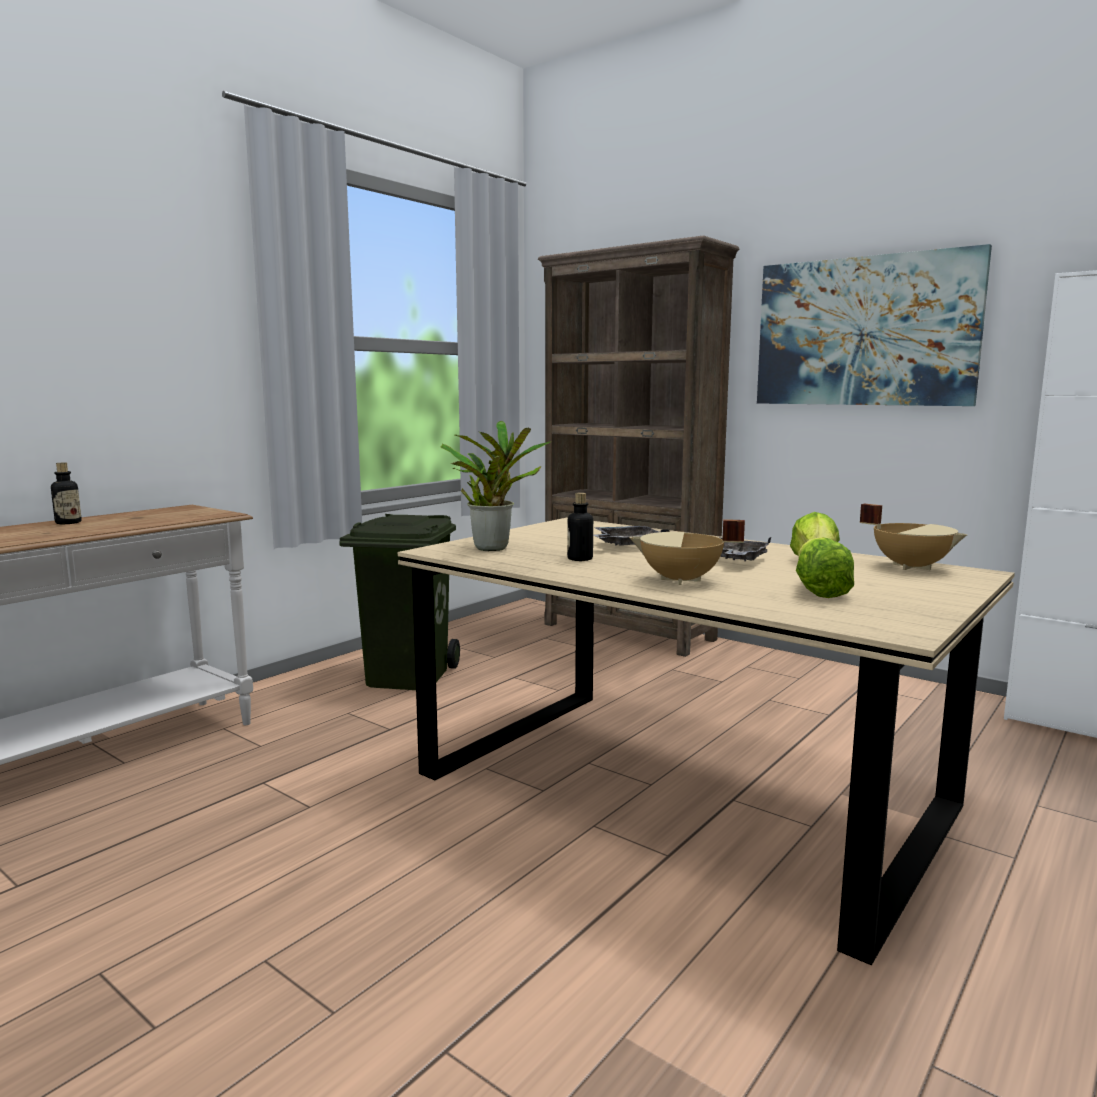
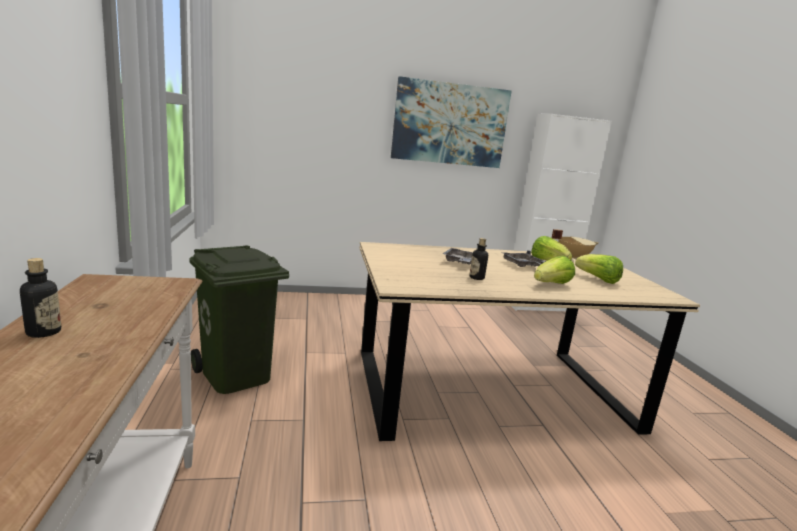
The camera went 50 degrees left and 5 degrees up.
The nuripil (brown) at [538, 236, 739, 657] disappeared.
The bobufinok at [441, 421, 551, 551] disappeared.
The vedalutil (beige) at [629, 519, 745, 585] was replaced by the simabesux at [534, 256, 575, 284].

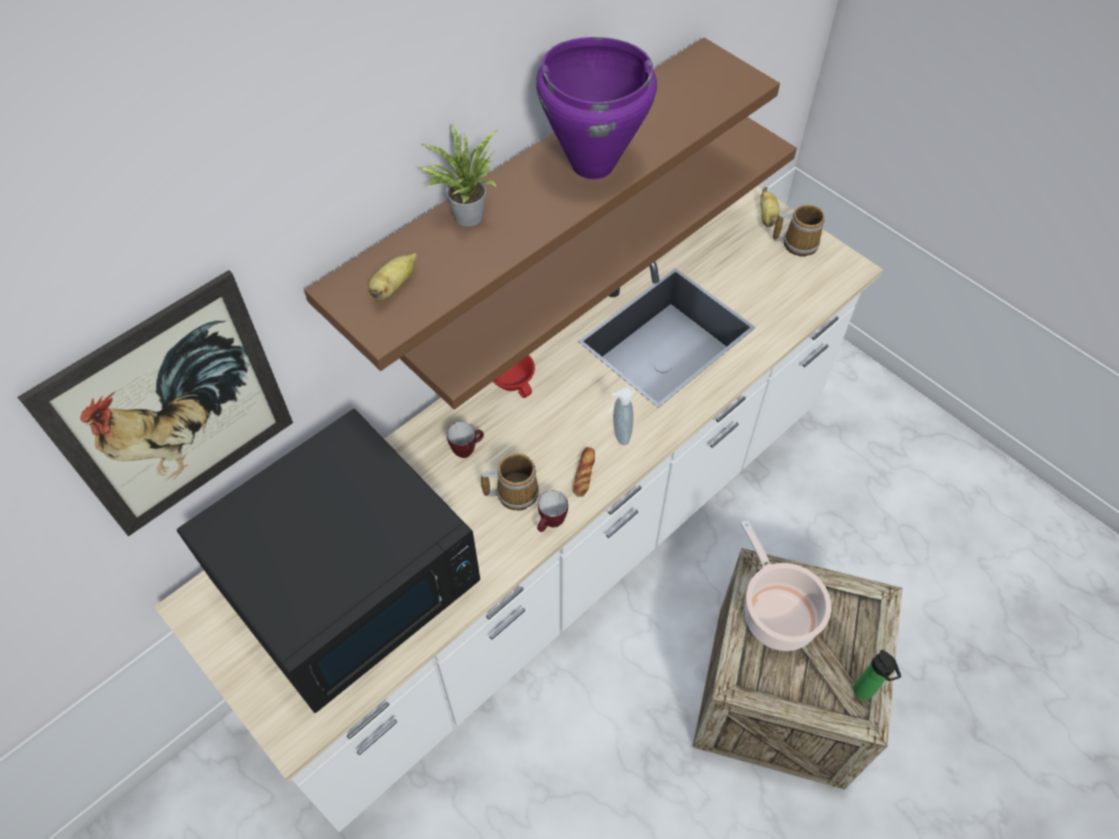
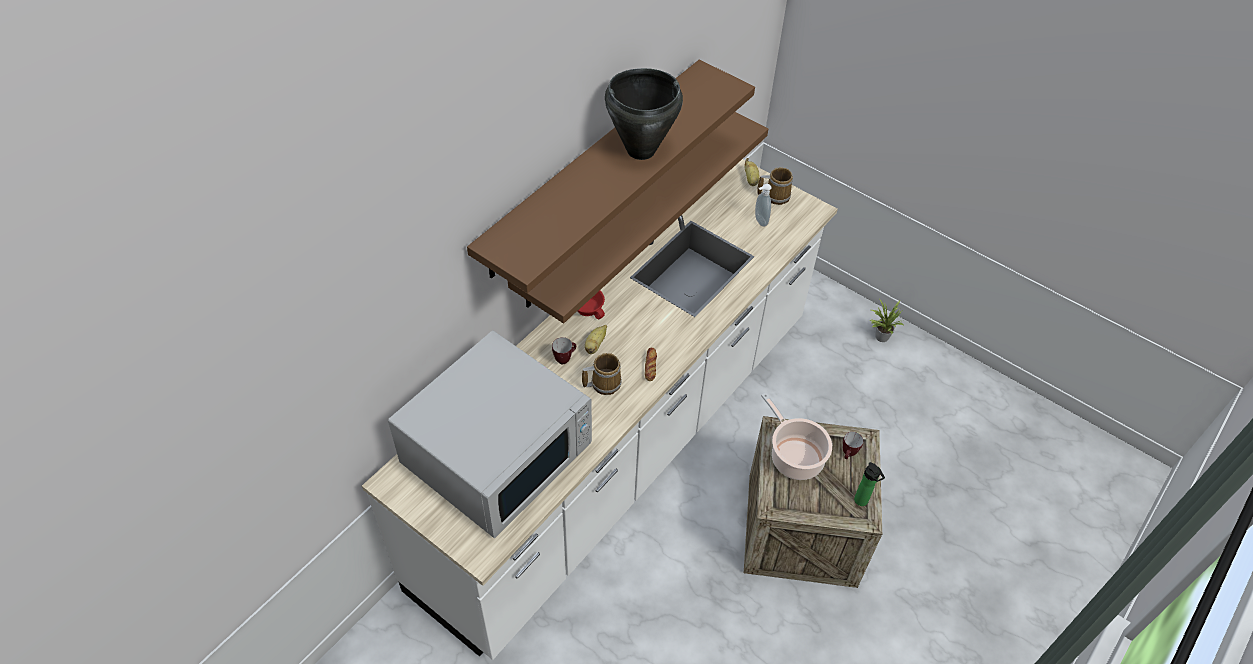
The camera went 10 degrees left and 5 degrees down.
The vedalutil (purple) at [536, 37, 657, 179] became the vedalutil (black) at [605, 68, 683, 160].
The bobufinok moved from [418, 124, 499, 227] to [869, 299, 903, 342].
The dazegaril moved from [369, 253, 417, 301] to [585, 325, 607, 354].
The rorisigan at [18, 270, 293, 536] disappeared.
The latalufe moved from [611, 387, 634, 445] to [755, 184, 771, 227].
The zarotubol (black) at [177, 409, 480, 713] became the zarotubol (white) at [388, 330, 592, 538].
The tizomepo moved from [537, 491, 568, 532] to [843, 432, 863, 459].

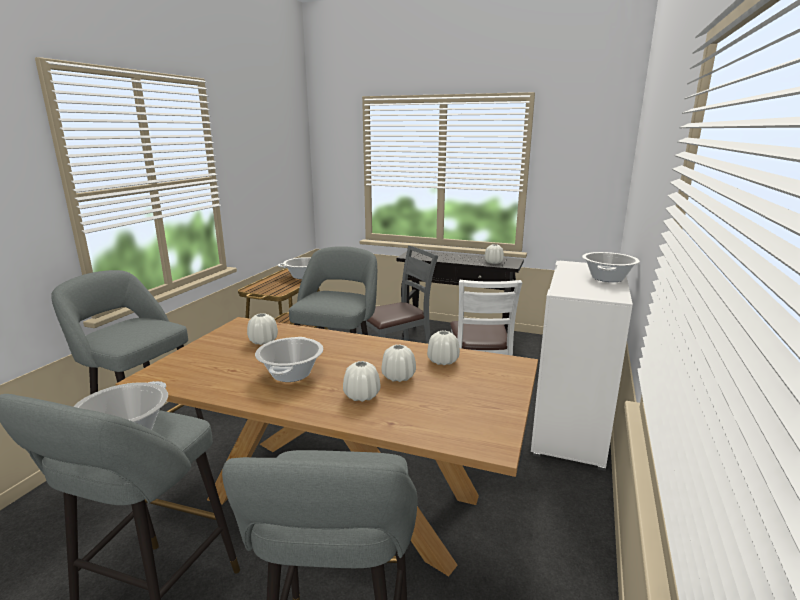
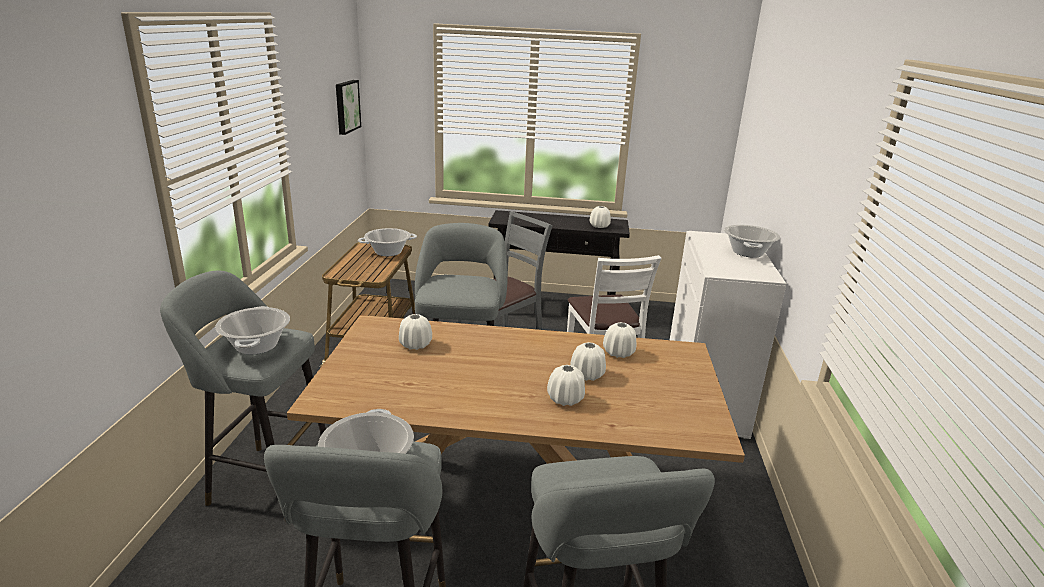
The camera went 15 degrees left and 5 degrees up.
The vedalutil moved from [255, 337, 323, 382] to [215, 306, 290, 355].
The rorisigan at [336, 80, 361, 135] appeared.

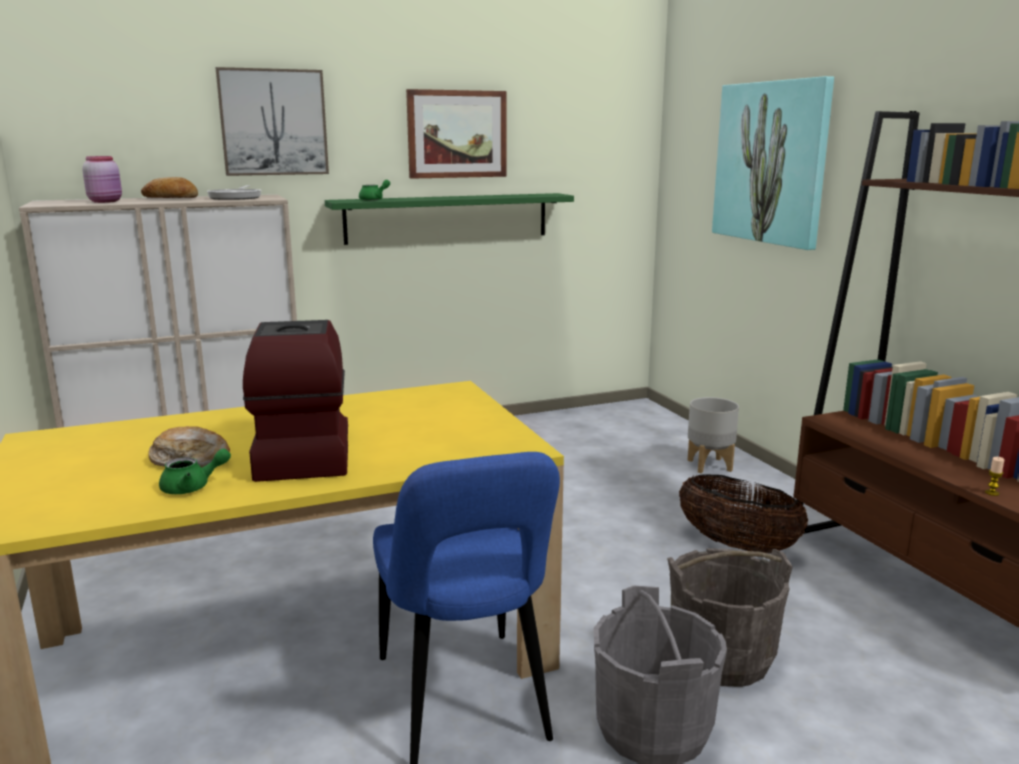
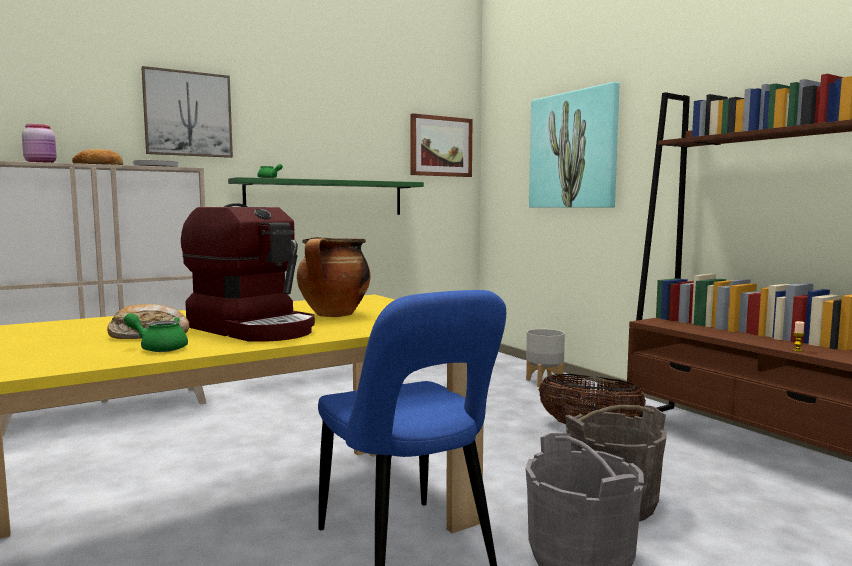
The camera went 10 degrees left and 10 degrees down.
The rorisigan moved from [406, 89, 507, 179] to [410, 113, 472, 177].
The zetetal at [243, 320, 348, 482] turned 150 degrees clockwise.
The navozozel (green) at [159, 449, 231, 494] turned 135 degrees counterclockwise.
The vedalutil at [297, 237, 370, 317] appeared.

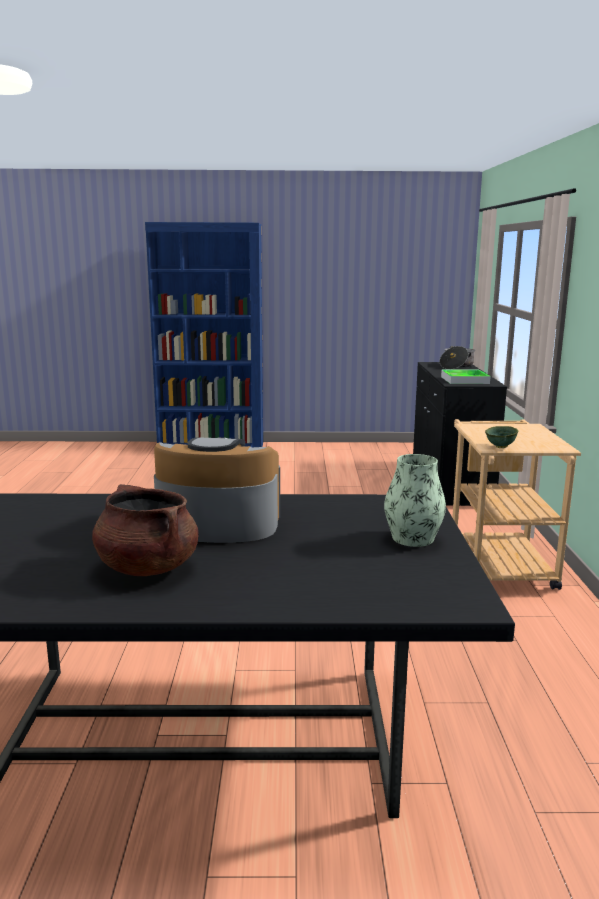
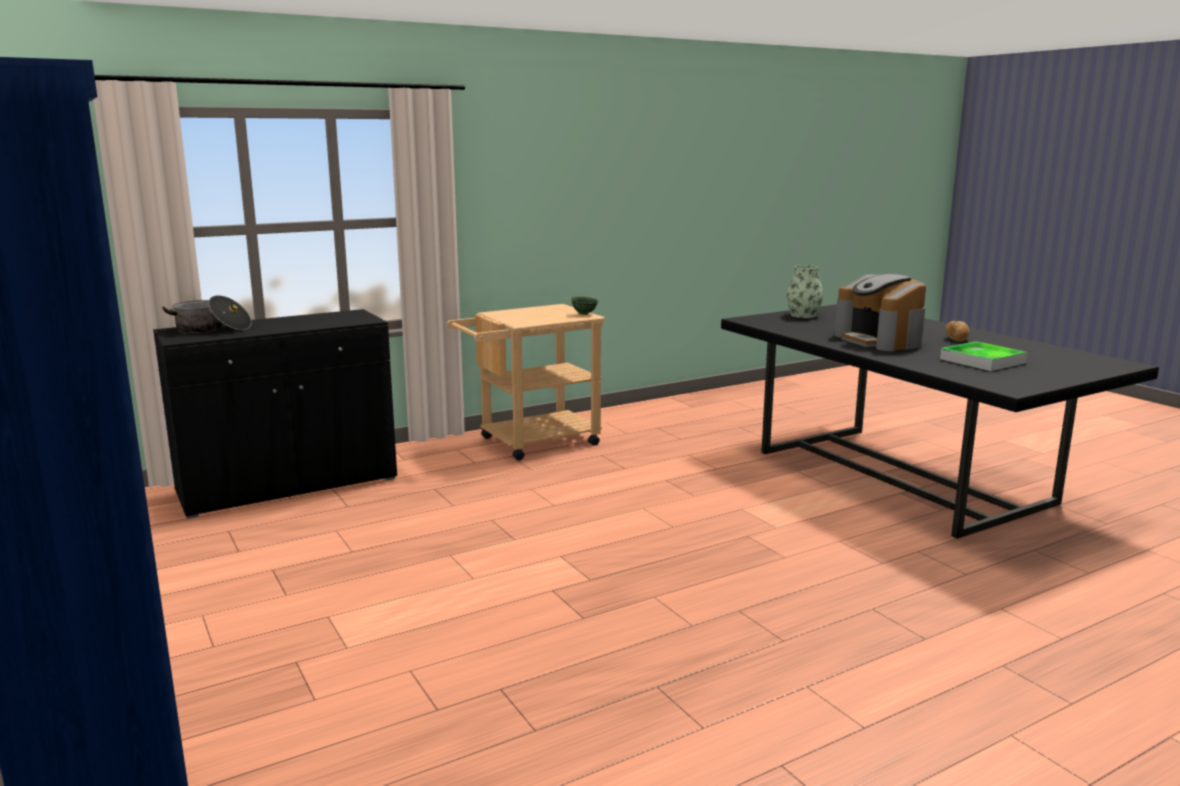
The camera went 120 degrees left and 0 degrees up.
The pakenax moved from [441, 370, 491, 384] to [940, 341, 1028, 371].
The vedalutil (brown) at [92, 484, 199, 576] was replaced by the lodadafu at [945, 321, 970, 341].

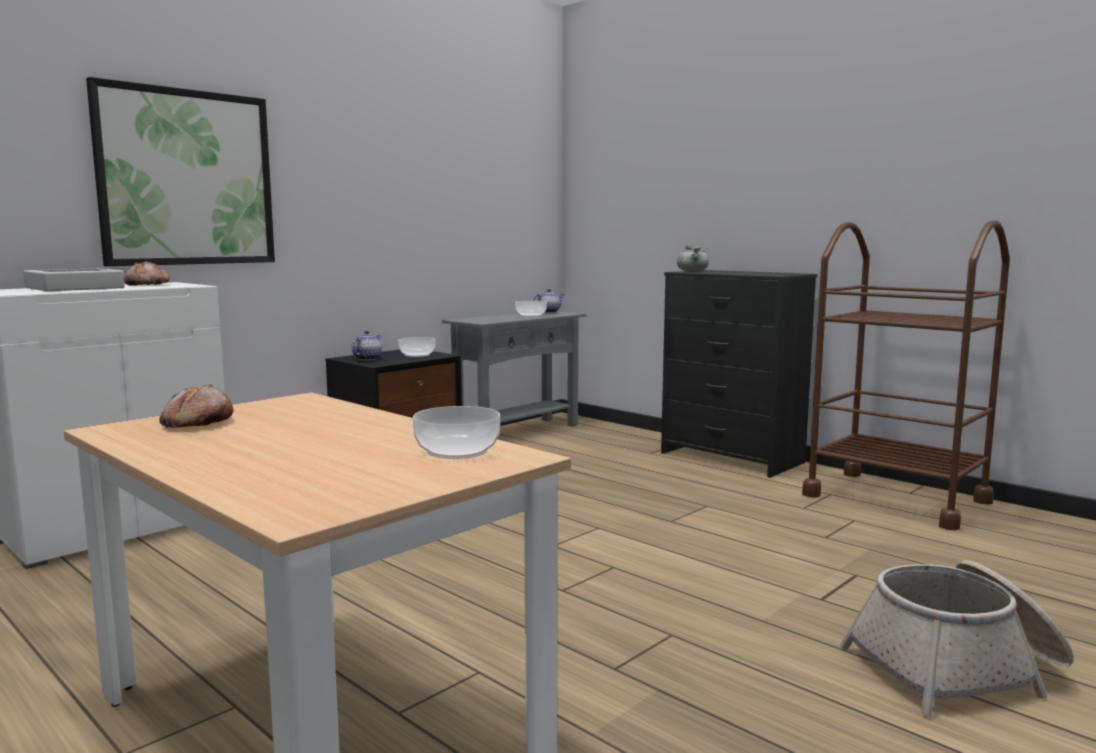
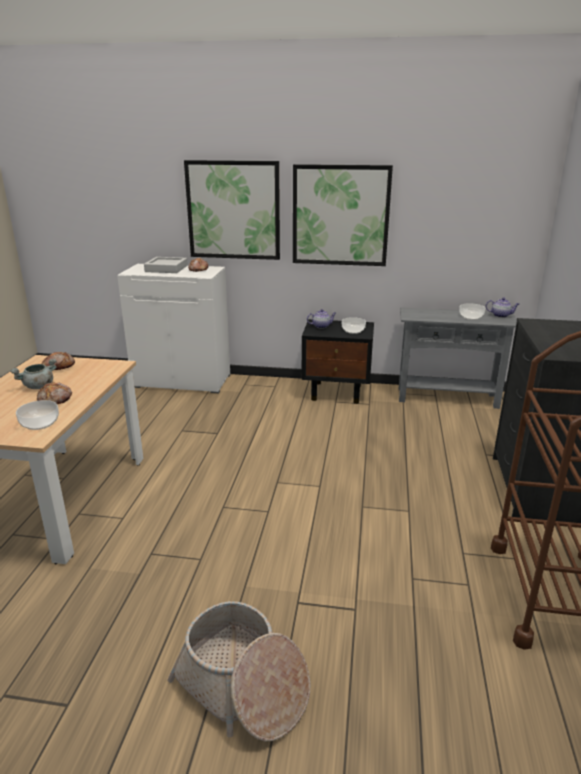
The camera went 55 degrees right and 15 degrees up.
The vedalutil (grey) moved from [677, 244, 709, 272] to [10, 358, 56, 389].
The rorisigan at [293, 164, 393, 266] appeared.
The lodadafu at [37, 382, 72, 404] appeared.

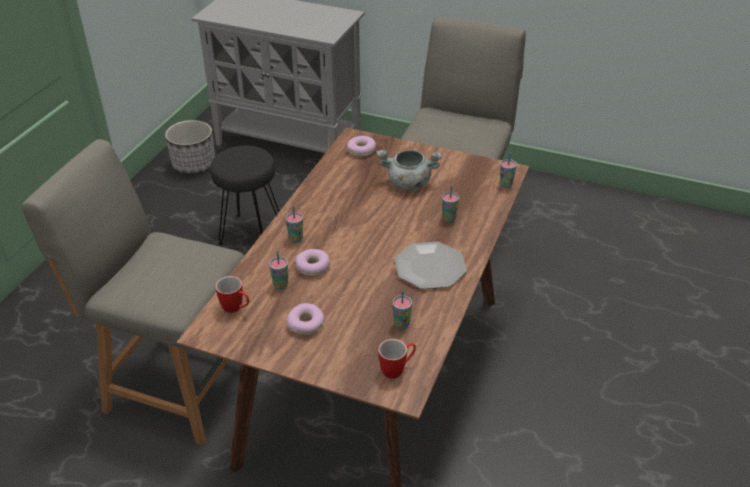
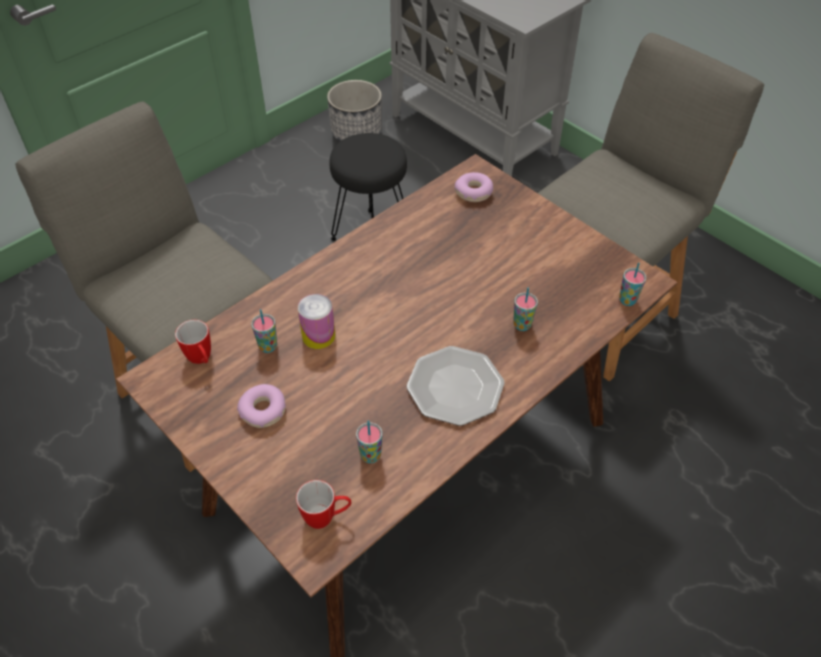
The camera went 25 degrees right and 10 degrees up.
The vedalutil (grey) at [376, 150, 442, 190] disappeared.
The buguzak at [286, 206, 303, 243] disappeared.
The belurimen at [295, 249, 330, 276] was replaced by the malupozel at [298, 294, 335, 349].

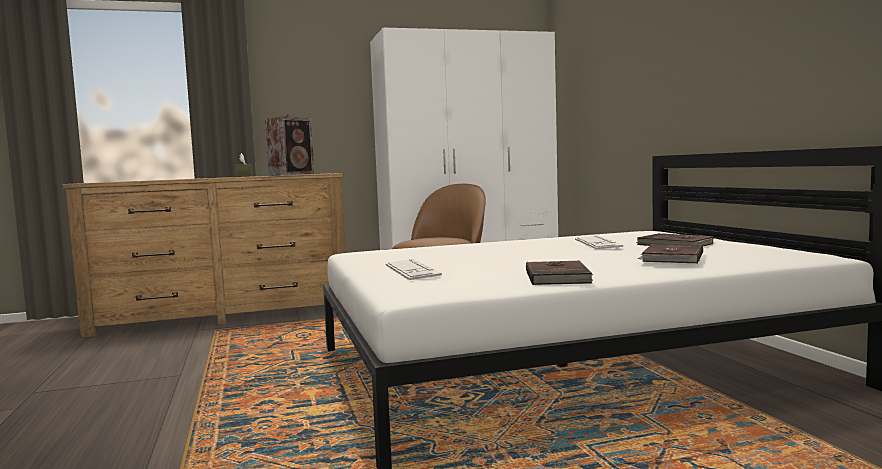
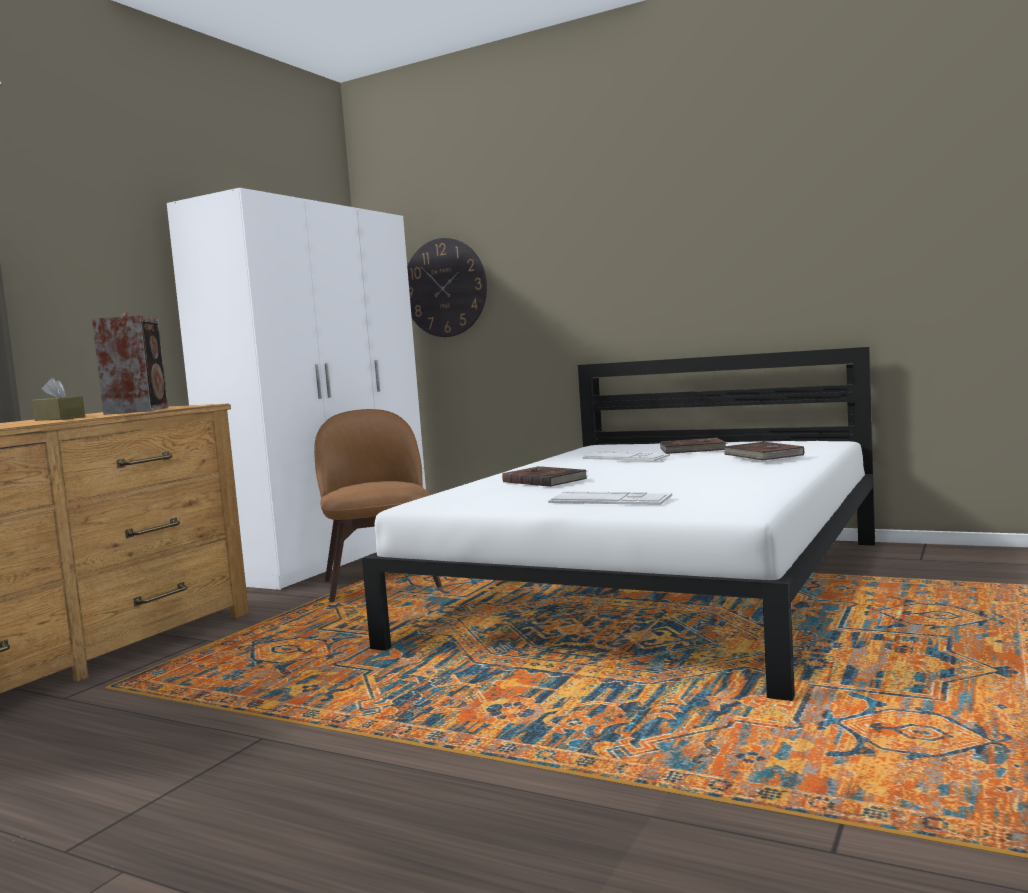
The camera went 45 degrees left and 0 degrees up.
The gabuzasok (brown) moved from [526, 261, 593, 285] to [502, 466, 587, 487].
The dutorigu at [407, 238, 487, 337] appeared.

